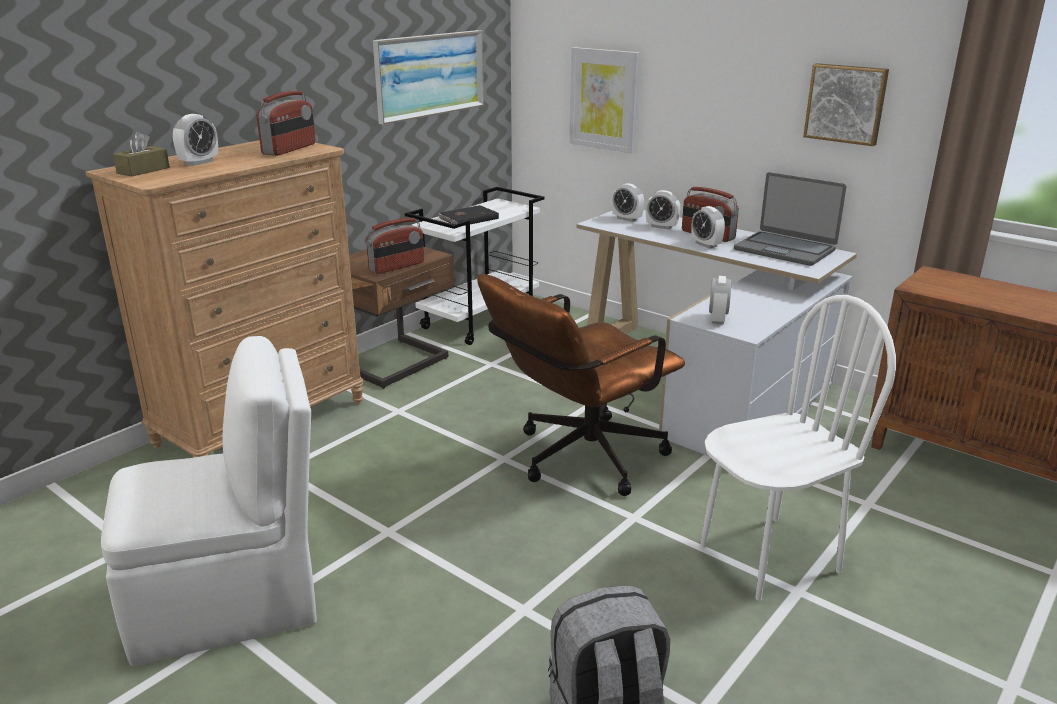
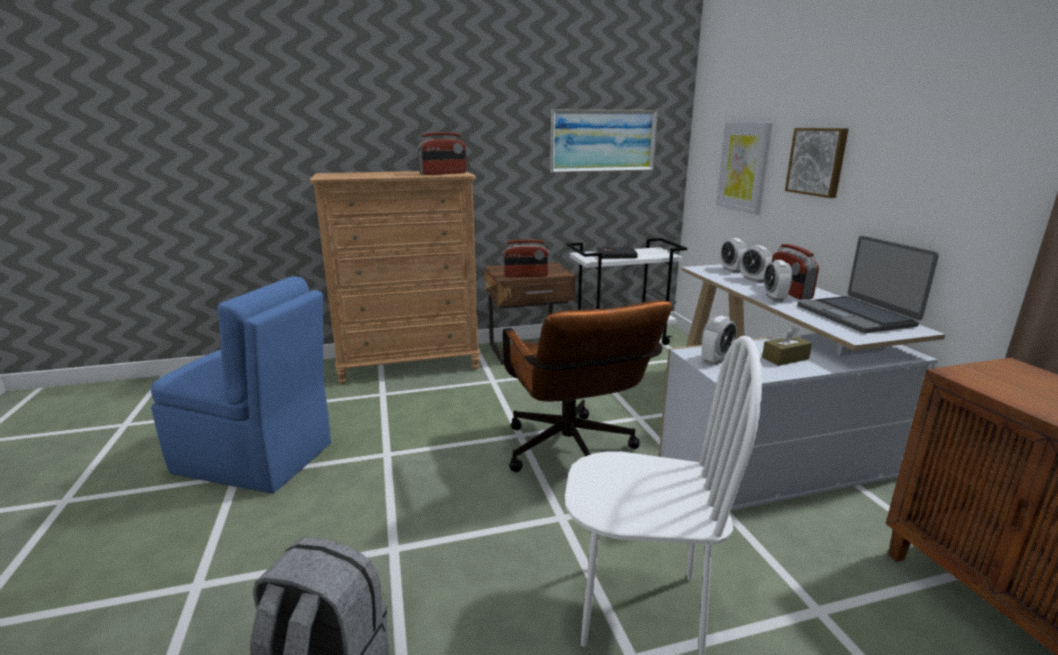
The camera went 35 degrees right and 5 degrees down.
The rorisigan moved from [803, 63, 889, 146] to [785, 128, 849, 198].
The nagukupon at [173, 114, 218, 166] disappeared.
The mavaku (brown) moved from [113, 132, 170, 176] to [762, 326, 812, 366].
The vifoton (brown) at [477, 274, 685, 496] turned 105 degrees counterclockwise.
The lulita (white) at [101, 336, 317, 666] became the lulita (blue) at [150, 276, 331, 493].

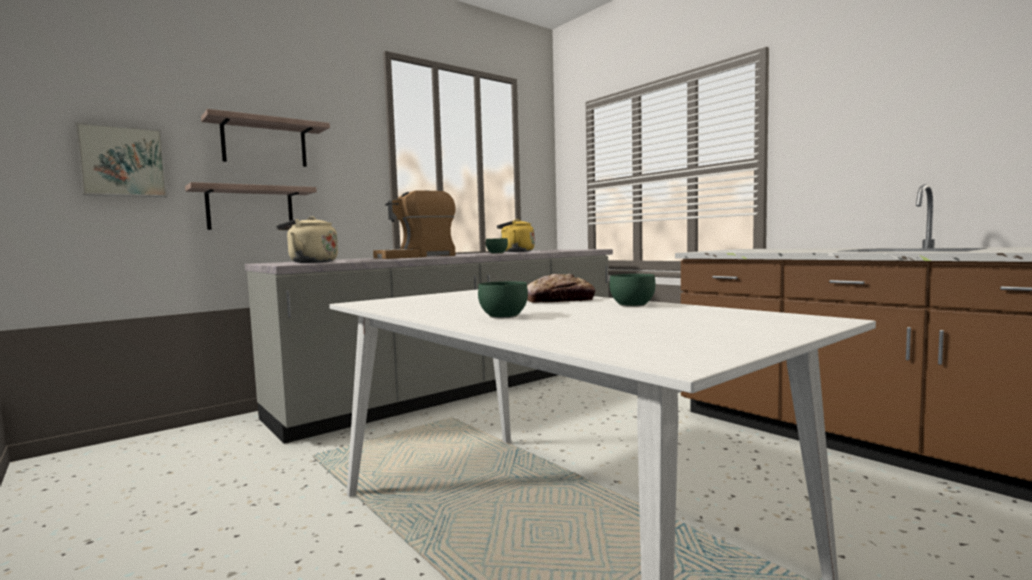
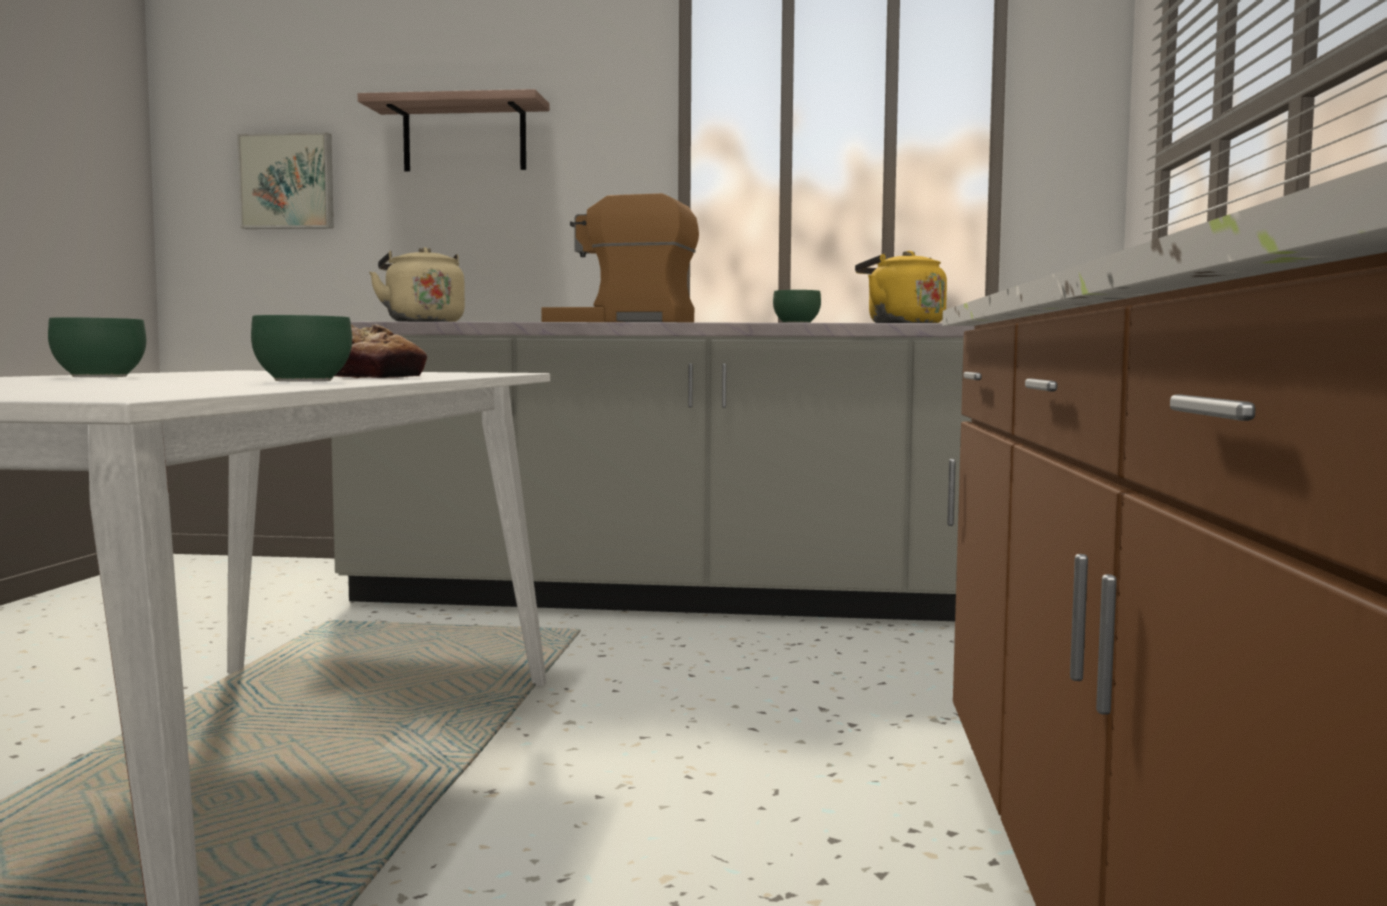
The camera went 45 degrees right and 0 degrees up.
The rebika at [185, 182, 317, 230] disappeared.

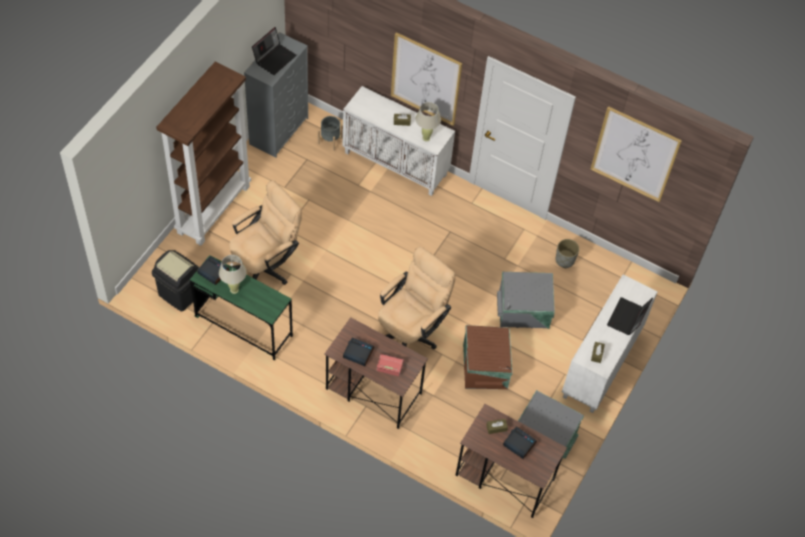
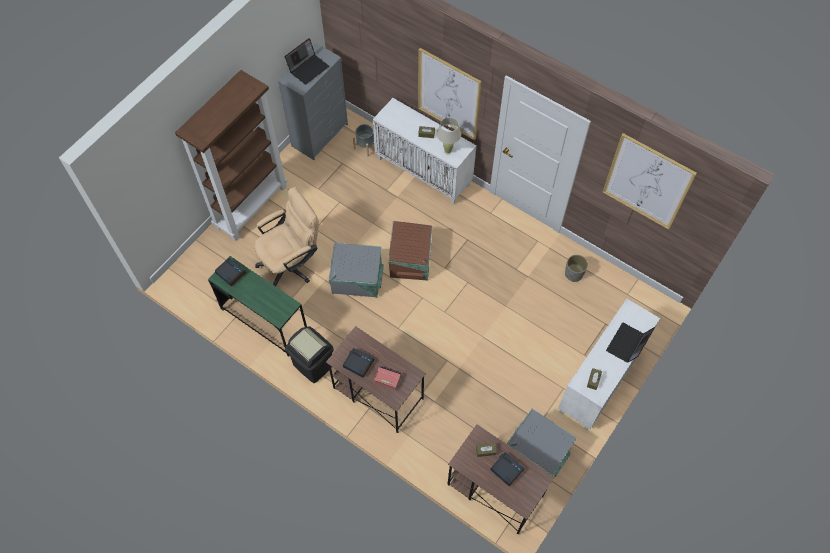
The camera went 10 degrees right and 5 degrees up.
The vifoton (beige) at [378, 247, 456, 349] disappeared.
The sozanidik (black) moved from [152, 250, 199, 311] to [285, 326, 334, 383].
The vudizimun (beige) at [219, 255, 247, 294] disappeared.
The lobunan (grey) moved from [497, 272, 555, 329] to [329, 242, 384, 298].
The lobunan (brown) moved from [463, 325, 513, 389] to [388, 221, 433, 281].

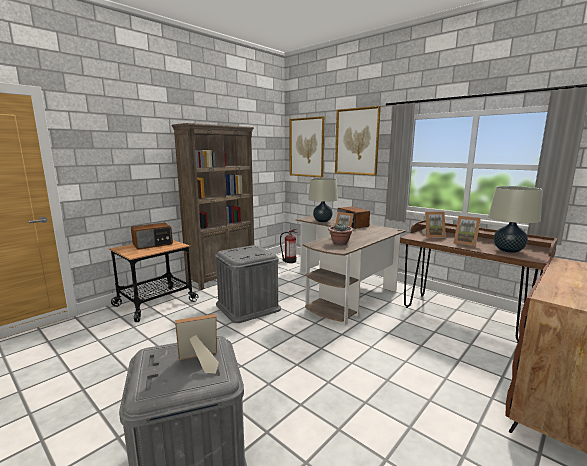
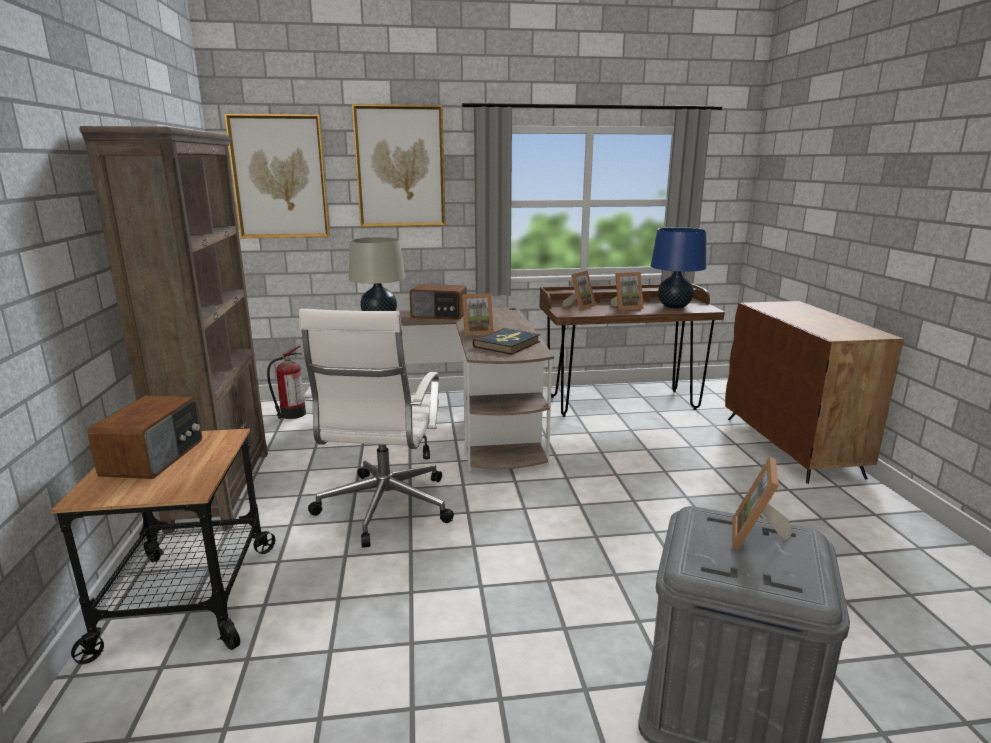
The camera went 50 degrees left and 5 degrees up.
The vudizimun (beige) at [488, 186, 542, 253] became the vudizimun (blue) at [651, 227, 706, 309].
The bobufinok at [328, 224, 353, 245] was replaced by the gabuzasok at [473, 328, 540, 355].
The lobunan (grey) at [215, 245, 281, 323] was replaced by the vifoton (white) at [299, 309, 454, 548].

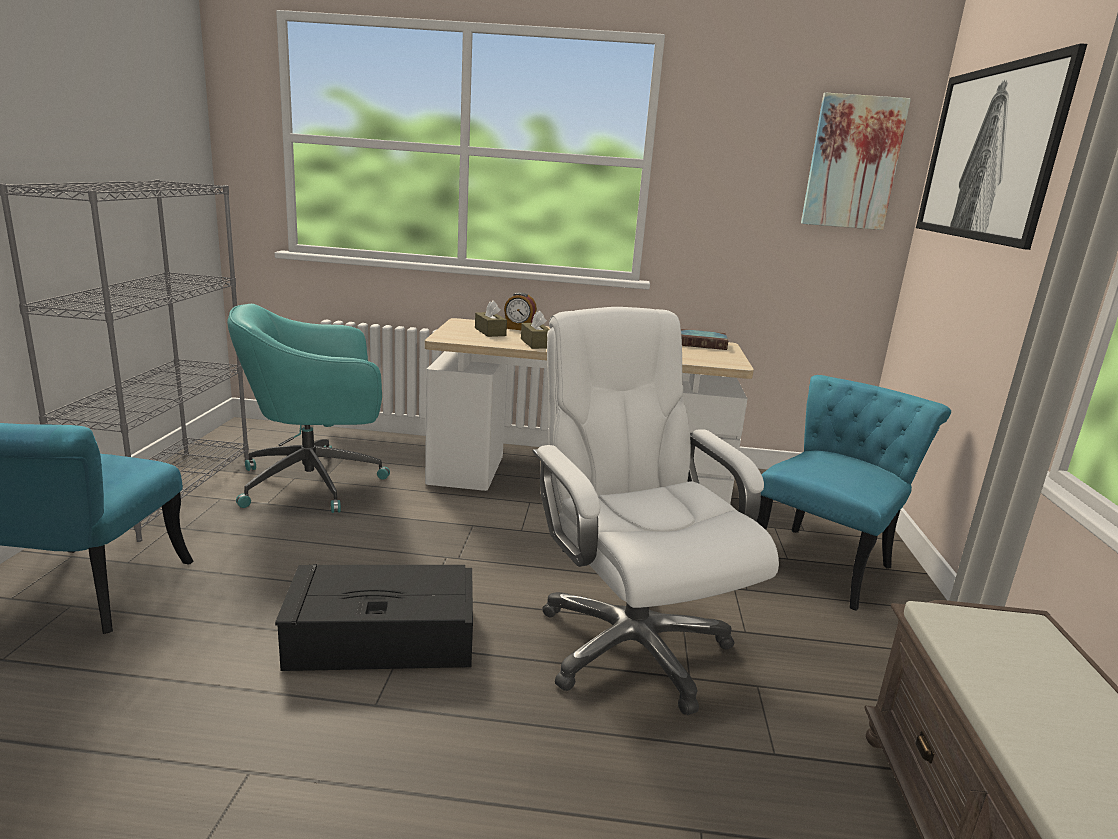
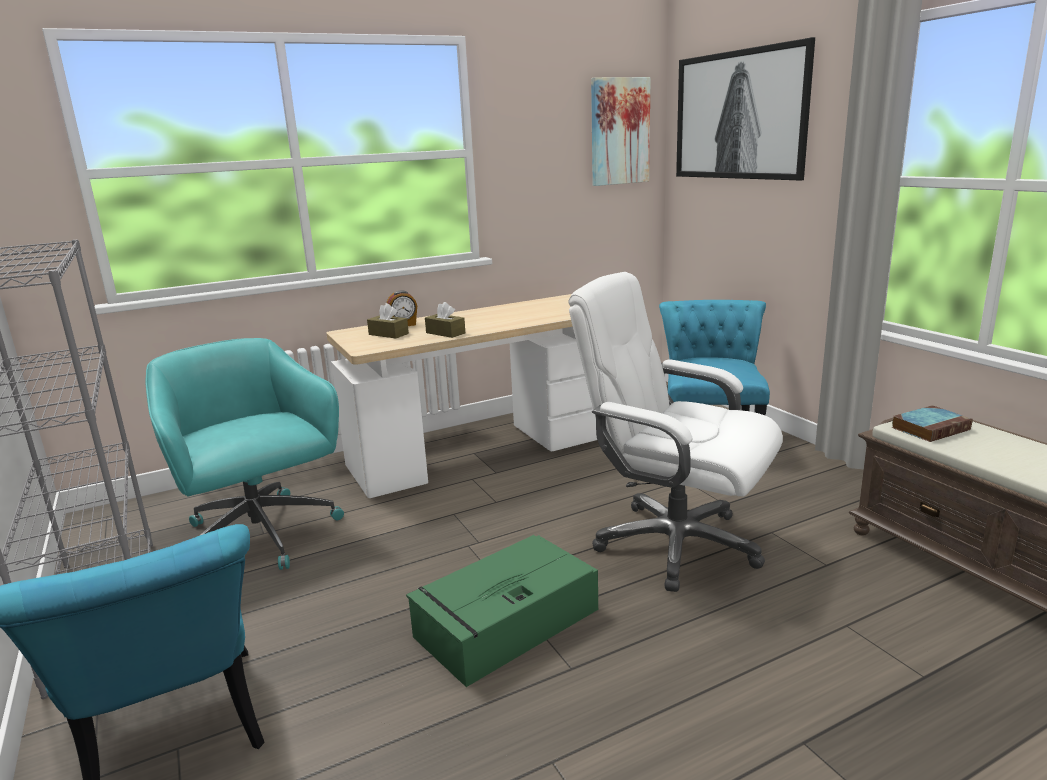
The camera went 30 degrees left and 0 degrees up.
The vifoton (turquoise) at [227, 304, 390, 513] turned 105 degrees clockwise.
The gabuzasok moved from [681, 329, 728, 350] to [891, 405, 973, 442].
The lobunan (black) at [275, 564, 473, 671] became the lobunan (green) at [406, 535, 598, 687].

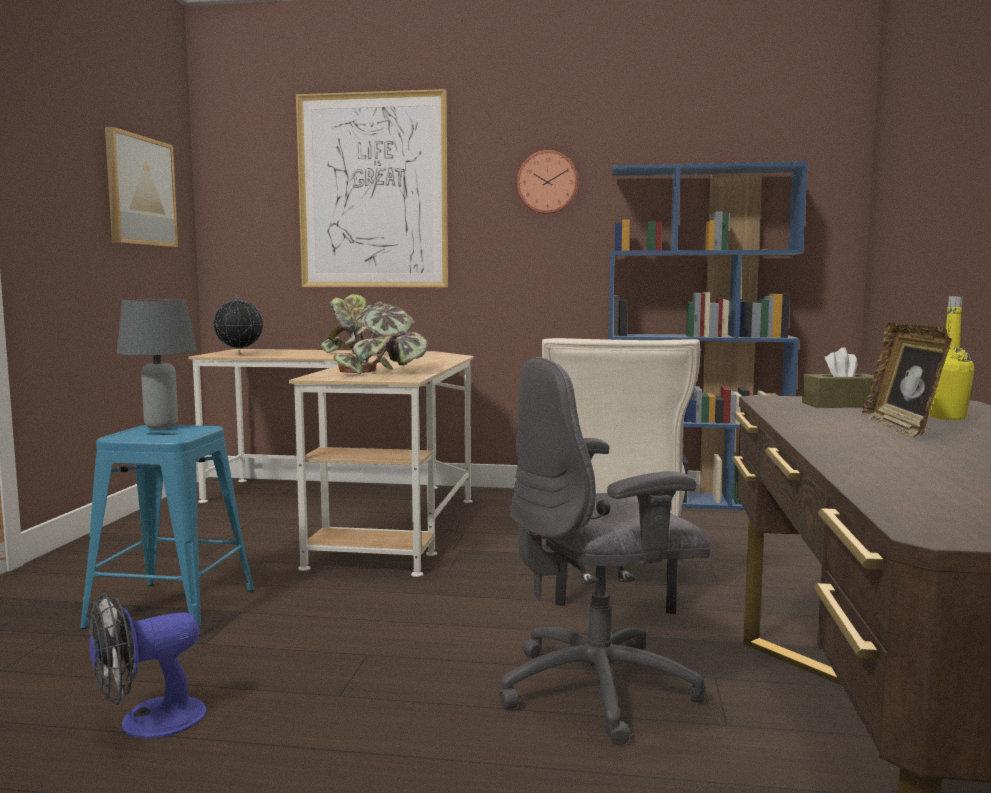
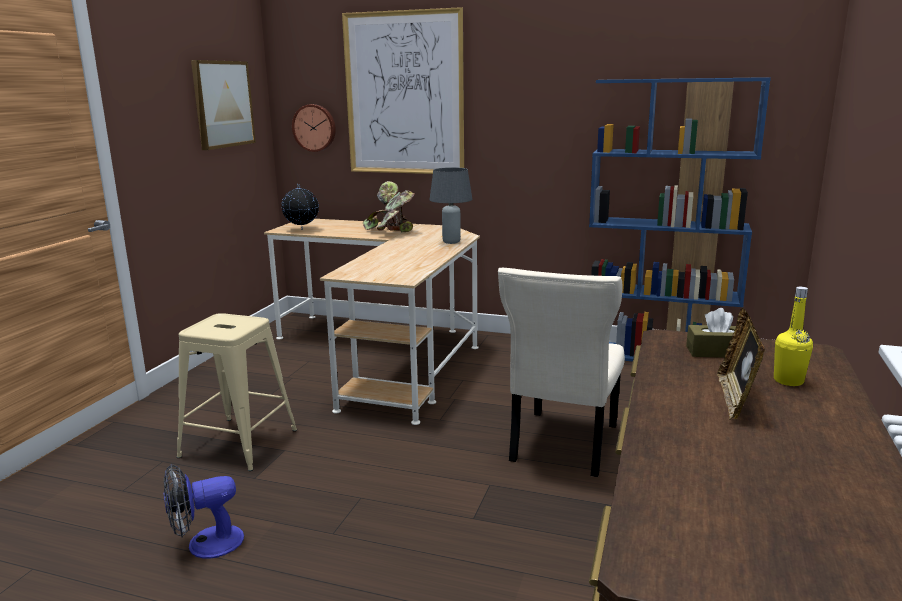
The camera went 10 degrees right and 10 degrees up.
The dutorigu moved from [517, 150, 579, 214] to [292, 104, 336, 152].
The bobufinok at [330, 297, 429, 374] disappeared.
The vudizimun (grey) moved from [116, 300, 197, 429] to [429, 167, 472, 244].
The vifoton (grey) at [500, 357, 711, 745] disappeared.
The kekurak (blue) at [80, 425, 254, 636] became the kekurak (beige) at [177, 313, 297, 471].

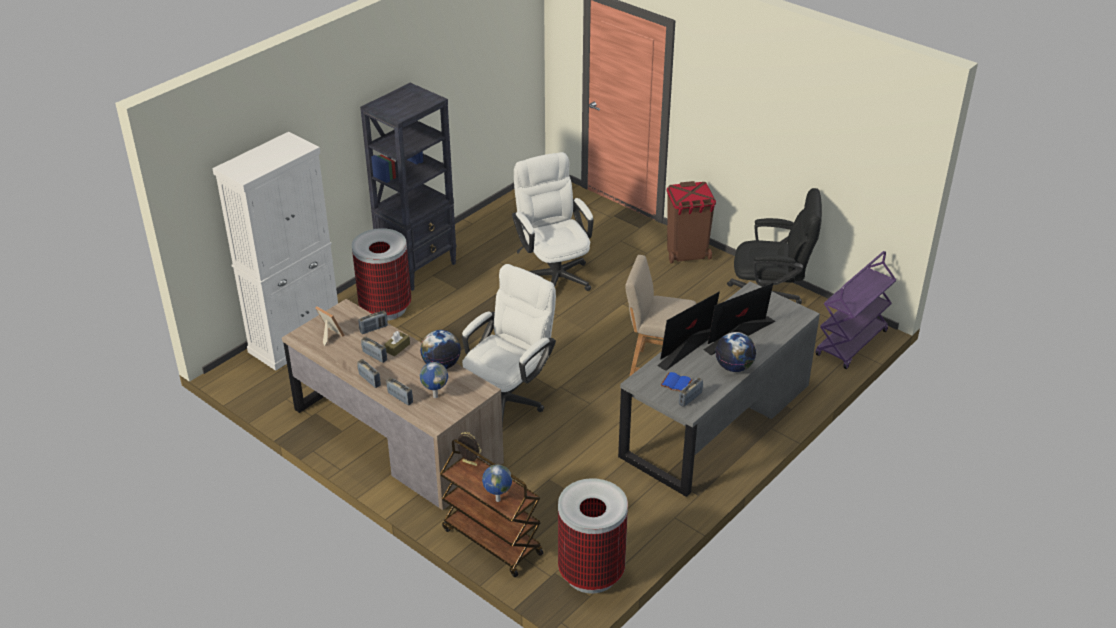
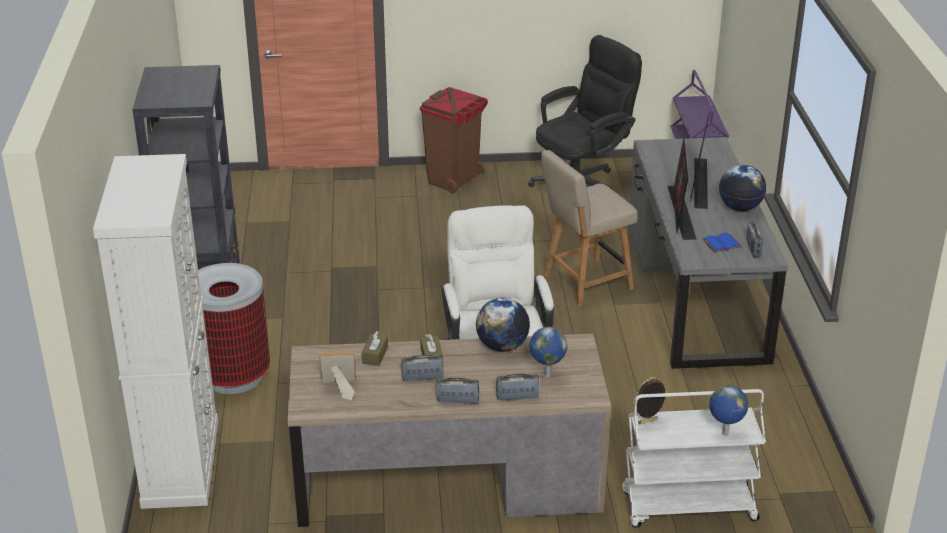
The camera went 45 degrees left and 5 degrees down.
The vifoton (white) at [512, 152, 594, 291] disappeared.
The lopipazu at [359, 311, 388, 334] was replaced by the mavaku (brown) at [362, 331, 388, 366].
The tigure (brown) at [440, 439, 544, 577] became the tigure (white) at [622, 389, 766, 528].
The sozanidik at [558, 478, 628, 594] disappeared.

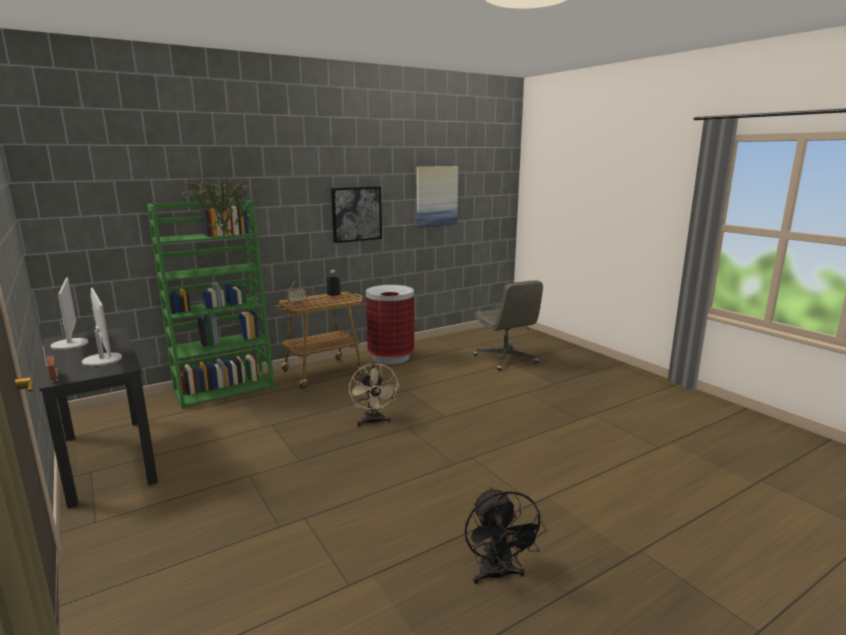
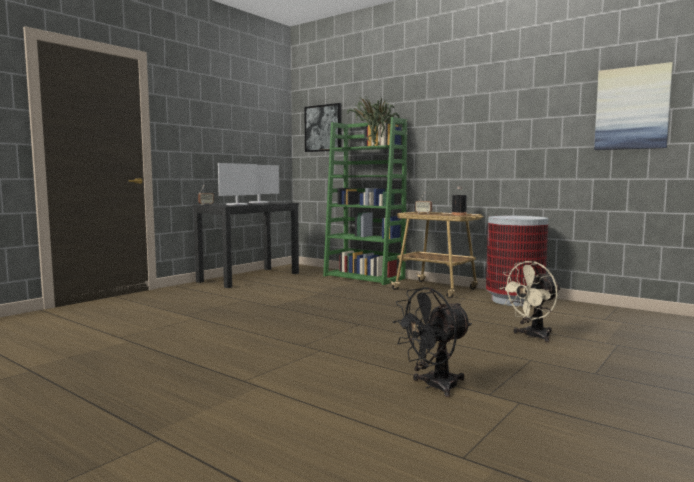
The camera went 70 degrees right and 10 degrees down.
The rorisigan moved from [331, 186, 382, 243] to [304, 103, 342, 152].
The vifoton (grey) at [473, 280, 543, 371] disappeared.
The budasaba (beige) moved from [349, 363, 400, 426] to [499, 261, 561, 342].
The budasaba (black) moved from [464, 487, 547, 584] to [393, 287, 472, 397].

